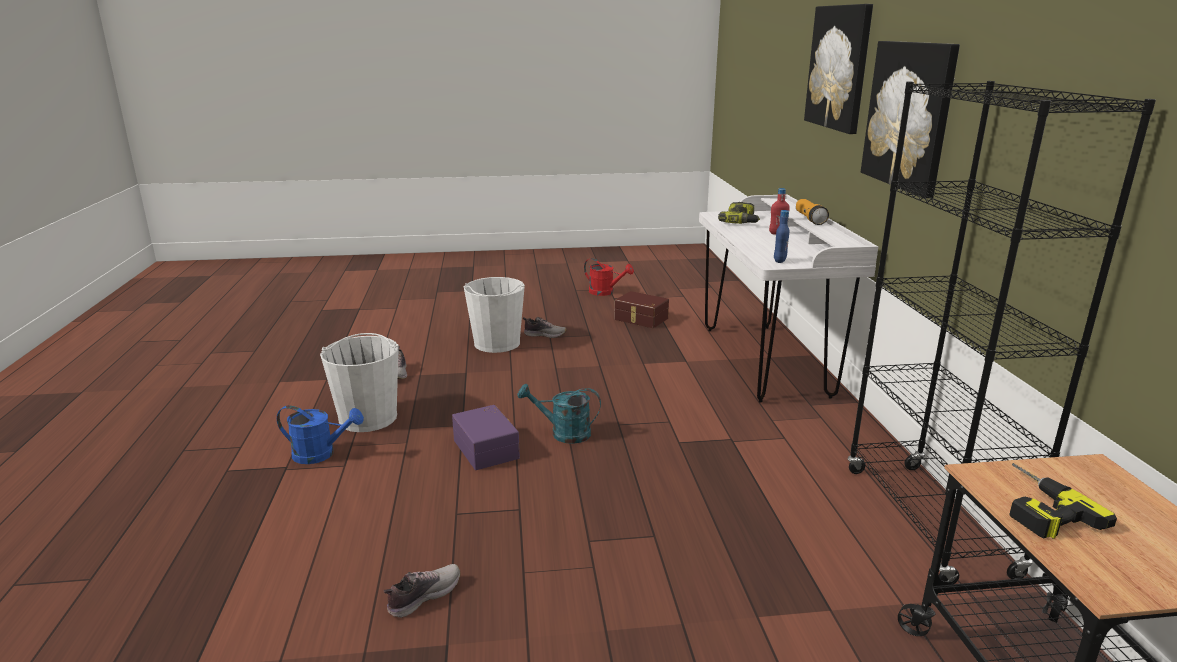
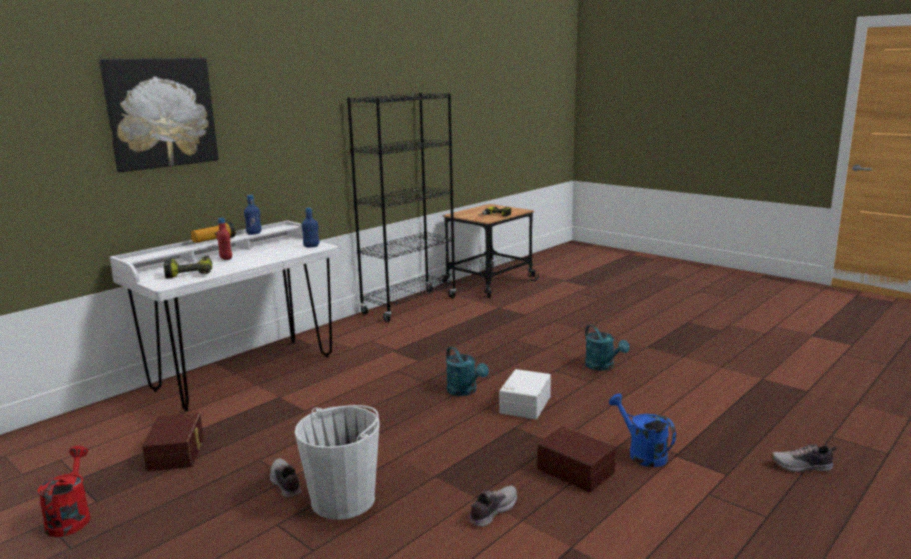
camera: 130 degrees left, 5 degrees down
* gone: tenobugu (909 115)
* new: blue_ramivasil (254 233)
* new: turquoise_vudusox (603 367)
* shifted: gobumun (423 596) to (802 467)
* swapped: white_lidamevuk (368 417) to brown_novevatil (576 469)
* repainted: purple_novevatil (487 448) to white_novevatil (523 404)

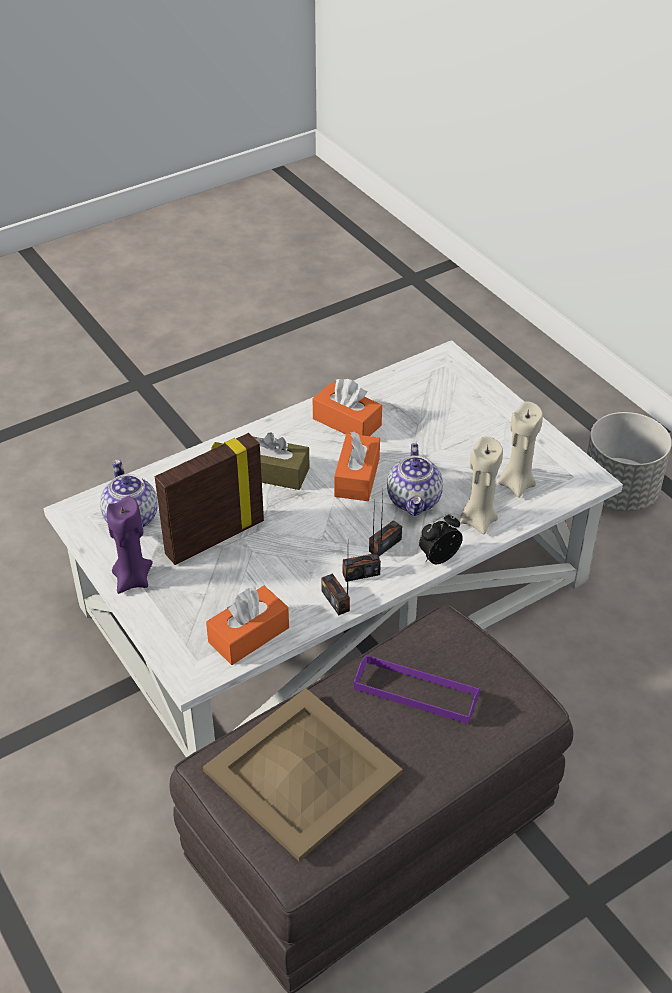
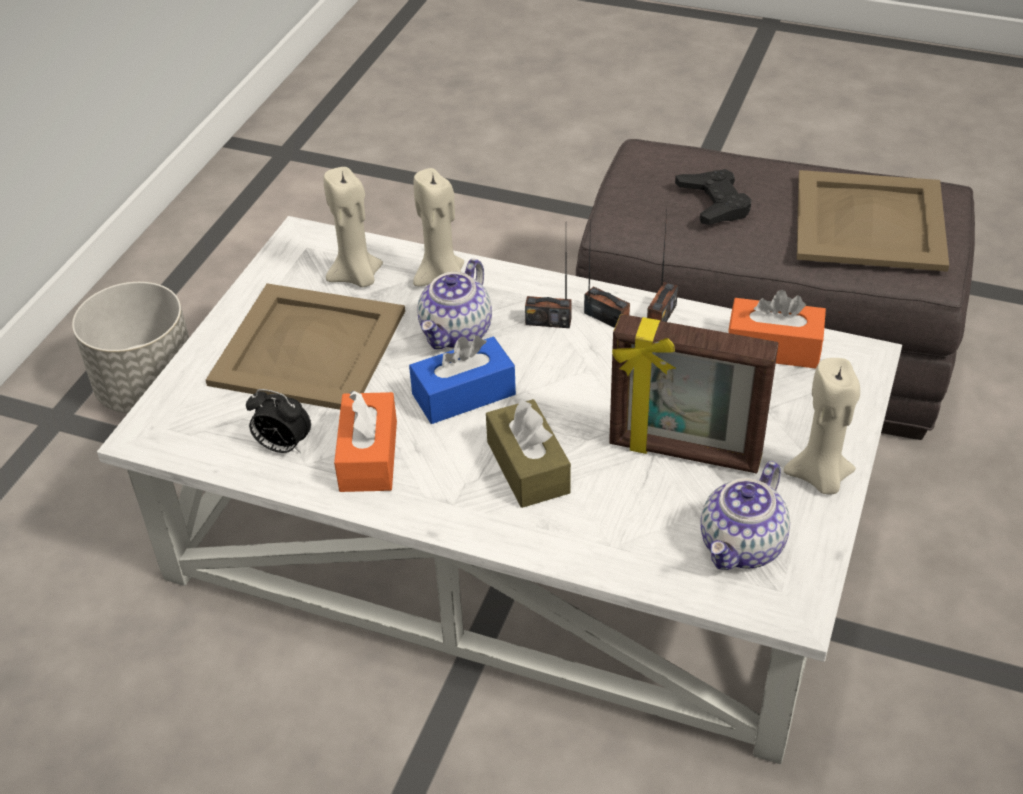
camera: 125 degrees left, 0 degrees up
* new: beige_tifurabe (307 346)
* shifted: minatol (438 557) to (282 447)
* swapped: purple_tifurabe (416 692) to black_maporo (714 203)
* repainted: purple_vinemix (132 579) to beige_vinemix (820 478)
* repainted: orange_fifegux (357 477) to blue_fifegux (463 394)
* rotated: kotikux (415 500) = (457 333) 150 degrees clockwise

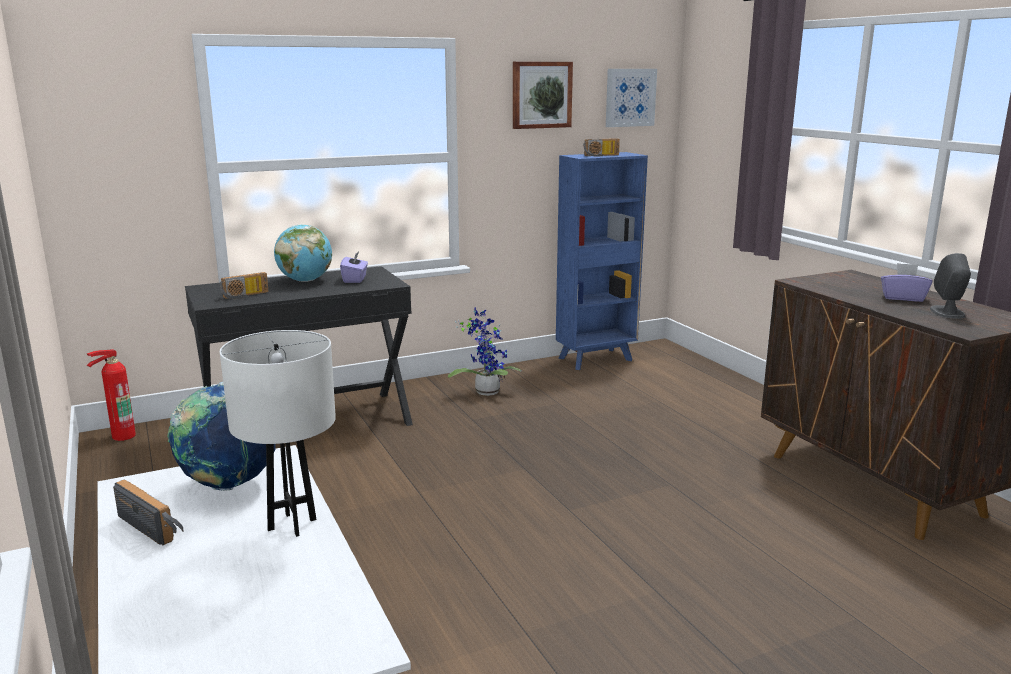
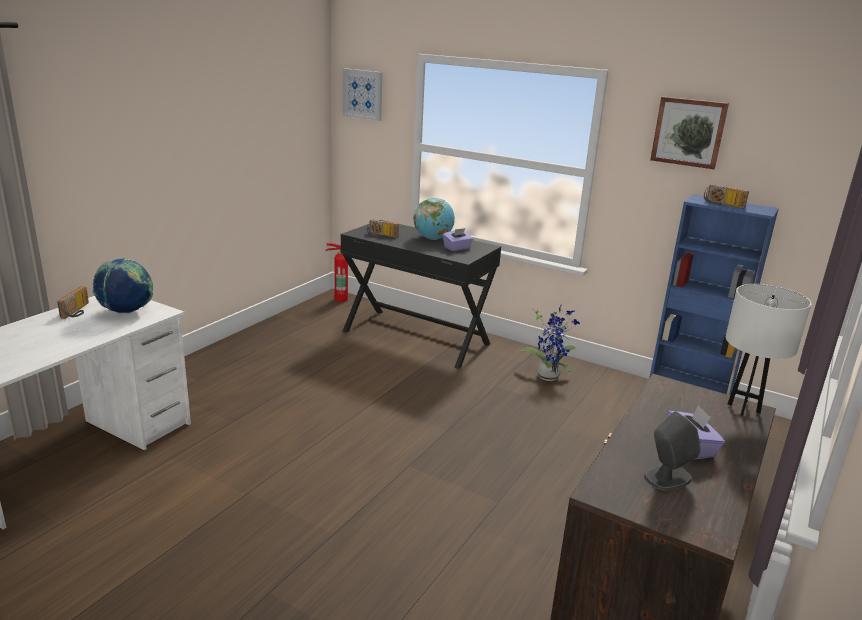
camera: 55 degrees right, 5 degrees up
* shifted: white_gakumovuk (292 525) to (743 408)
* shifted: tenobugu (630 97) to (363 94)

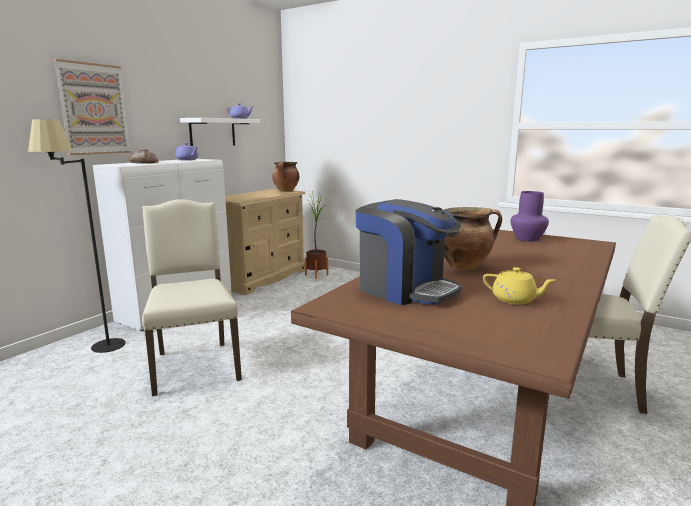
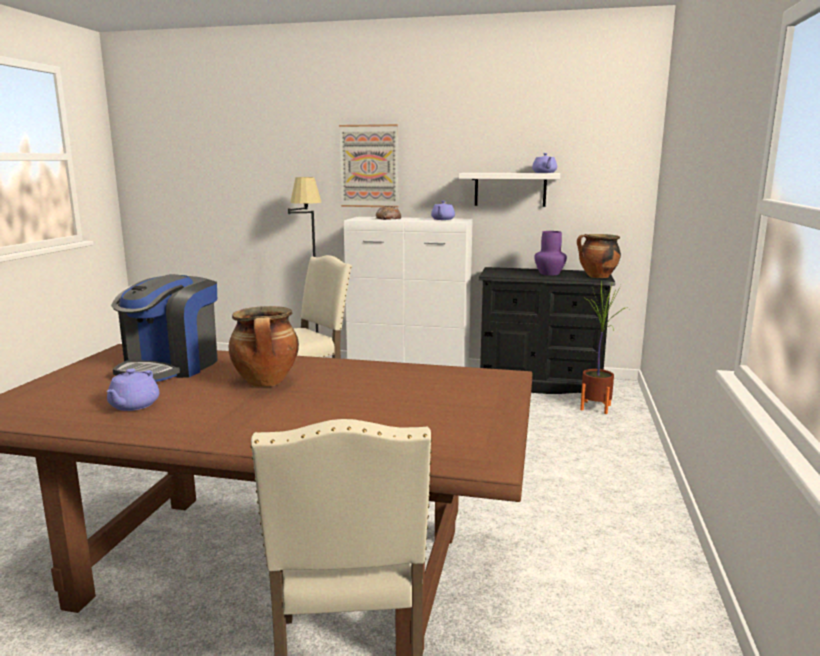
camera: 70 degrees right, 0 degrees up
* shifted: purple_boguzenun (527 239) to (550 273)
* repainted: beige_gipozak (262 278) to black_gipozak (540 384)
* repainted: yellow_kotikux (515 300) to purple_kotikux (133 405)

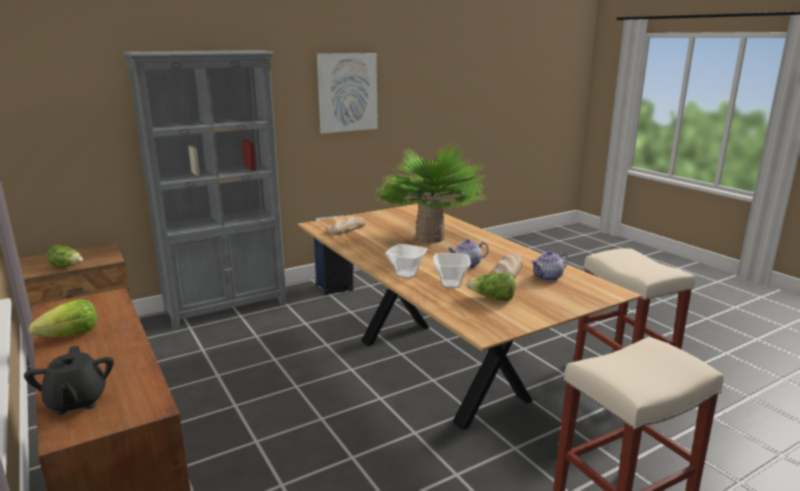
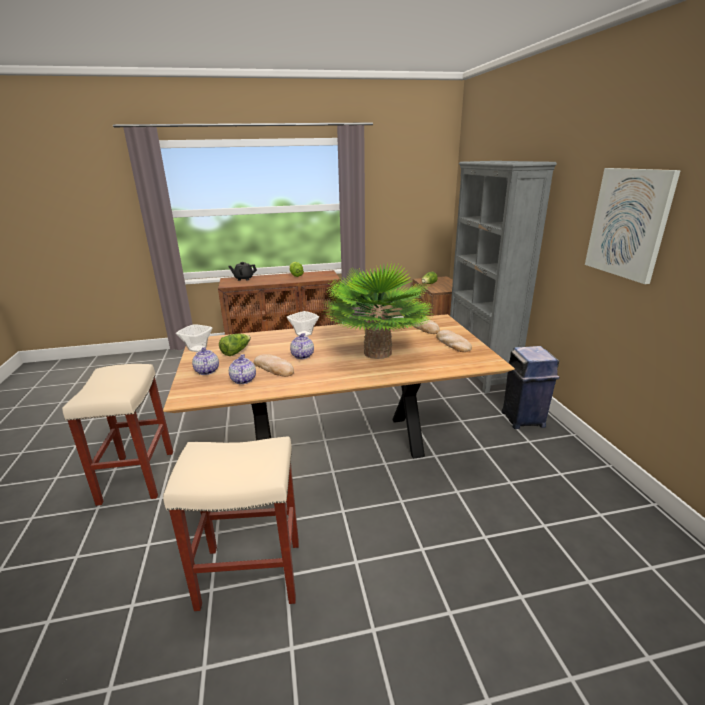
camera: 110 degrees right, 5 degrees up
* new: kotikux (206 371)
* new: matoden (452 343)
* shifted: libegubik (450 284) to (197 348)

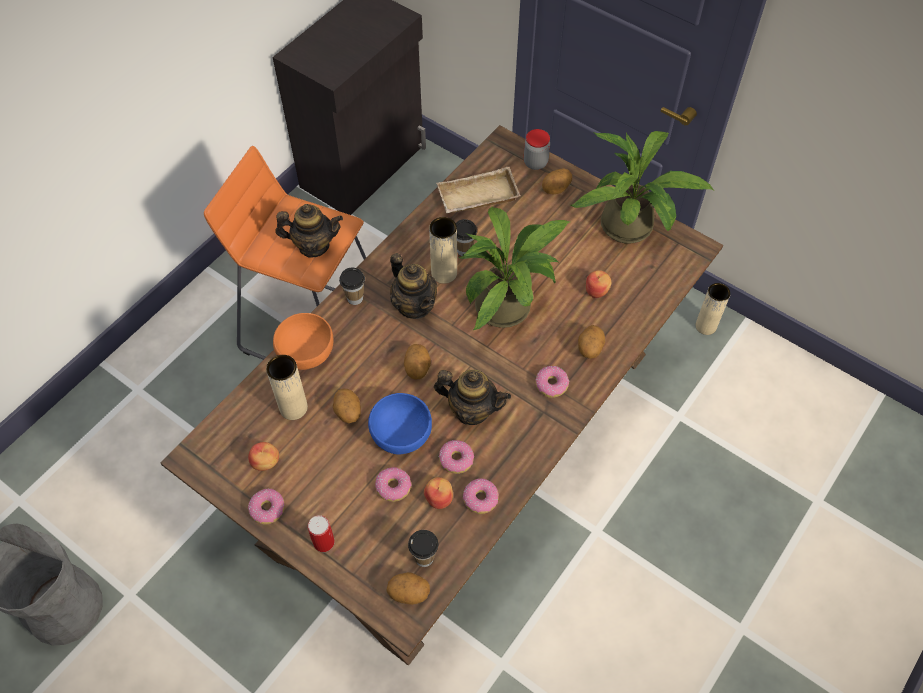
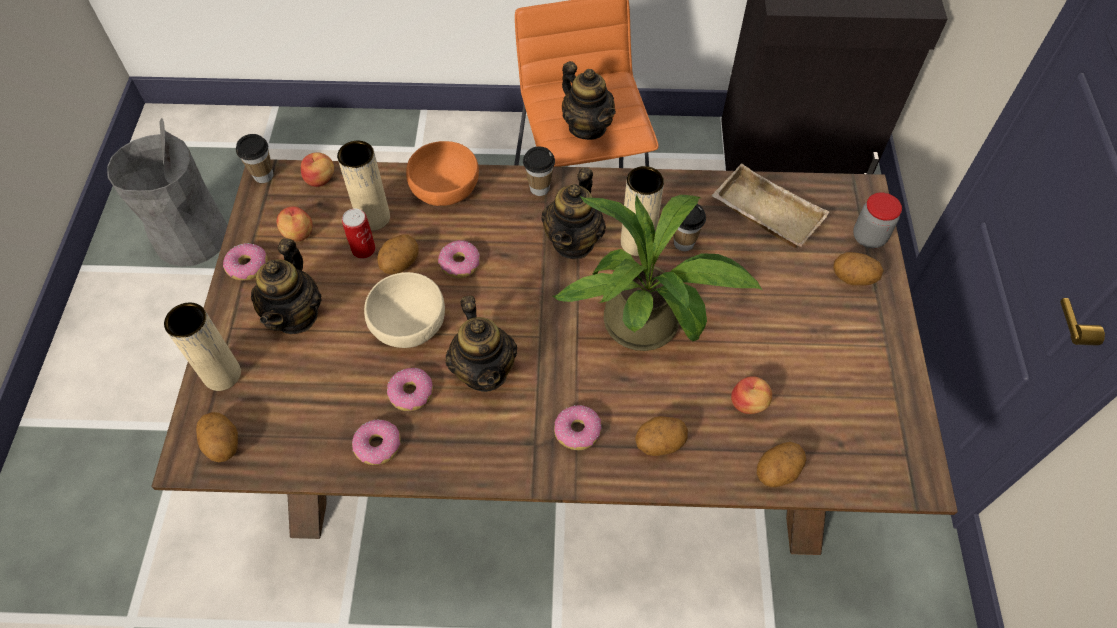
camera: 55 degrees right, 0 degrees up
* gone: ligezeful (632 229)
* new: kotikux (296 315)
* shifted: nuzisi (324 542) to (363 249)
* shifted: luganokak (393 487) to (460 264)
* shifted: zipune (417 368) to (777 472)
* shifted: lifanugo (424 558) to (263 175)
* shifted: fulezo (439 498) to (321 179)
* shifted: beige_boguzenun (705 326) to (222 374)
* repainted: blue_libegubik (400 432) to beige_libegubik (408 322)

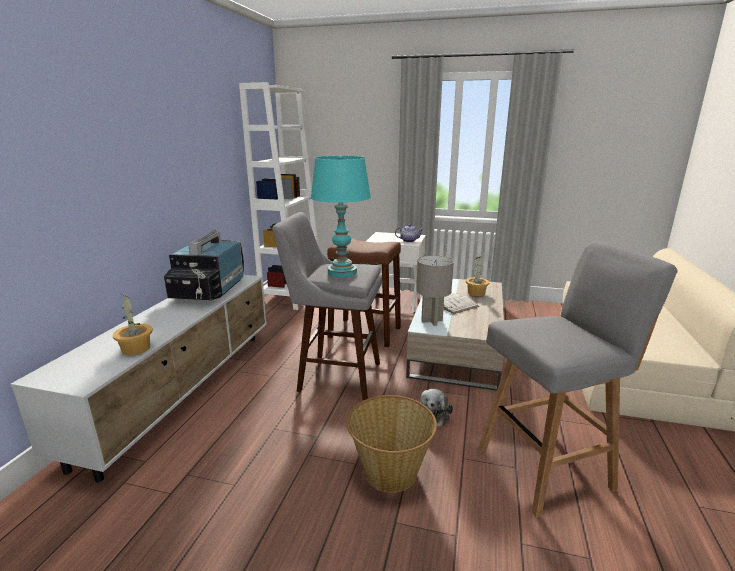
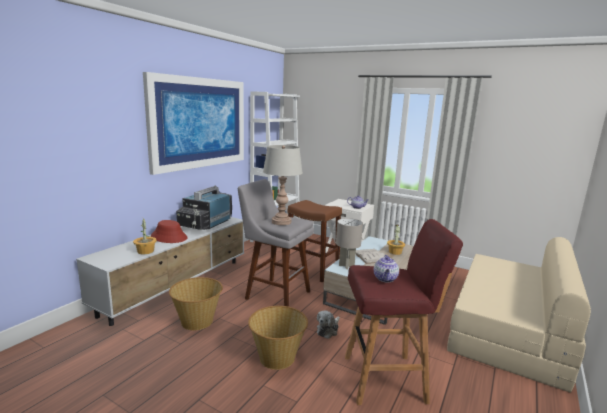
camera: 15 degrees right, 5 degrees down
* new: tenobugu (199 123)
* new: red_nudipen (169 237)
* new: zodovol (197 321)
* new: kotikux (385 279)
* repainted: turquoise_gakumovuk (342 272) to grey_gakumovuk (281 222)
* repainted: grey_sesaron (547 467) to red_sesaron (386 379)

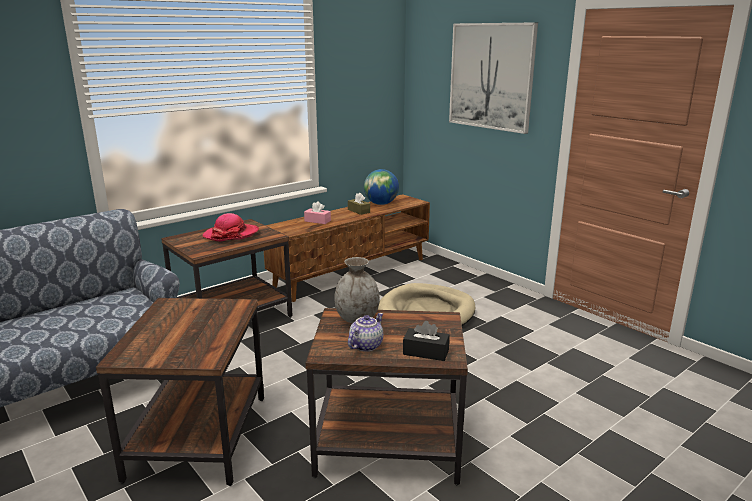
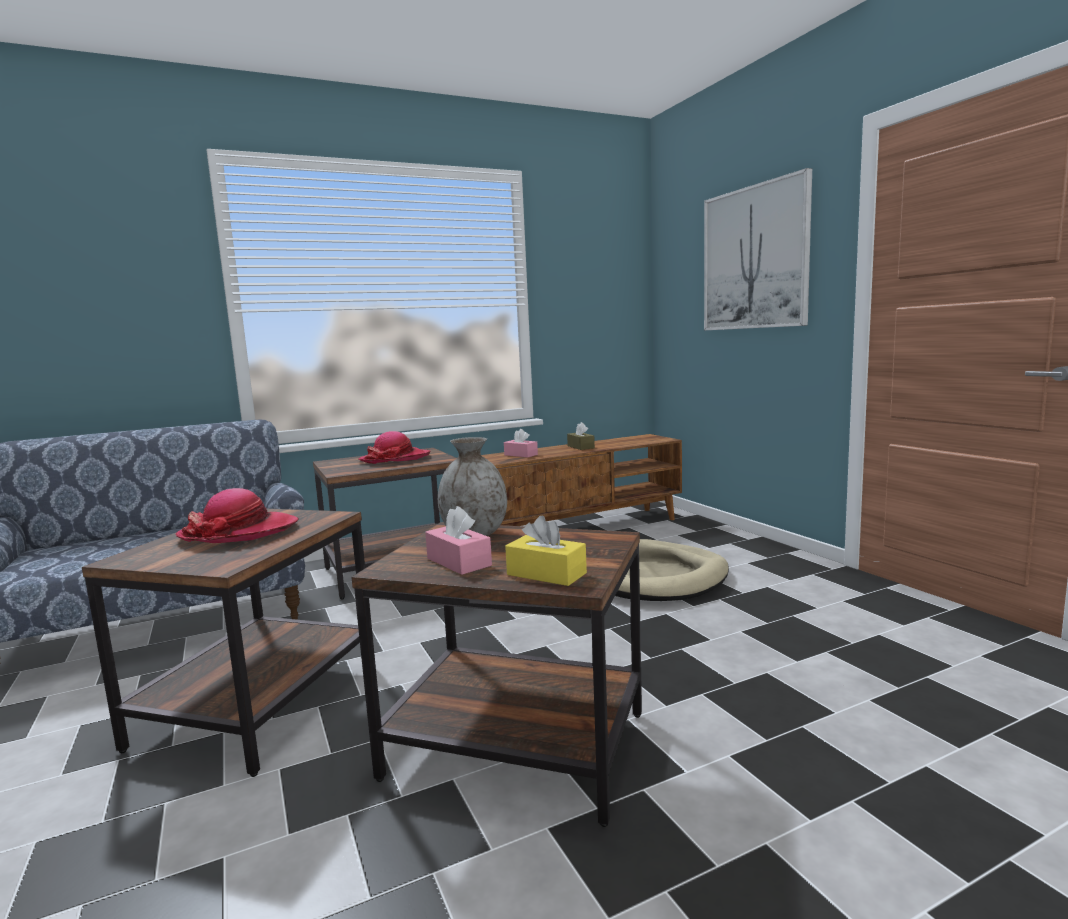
camera: 15 degrees right, 10 degrees down
* gone: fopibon (381 204)
* new: nudipen (239 532)
* swapped: kotikux (365 345) to pink_fifegux (459 562)
* repainted: black_fifegux (426 352) to yellow_fifegux (546 574)

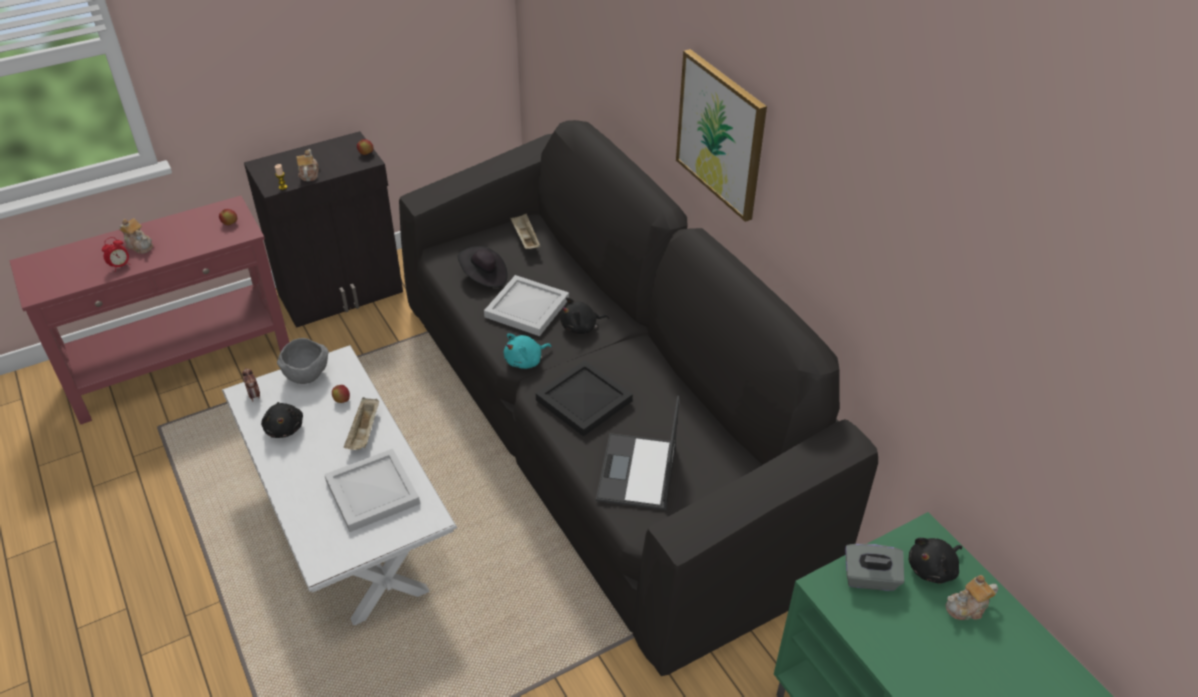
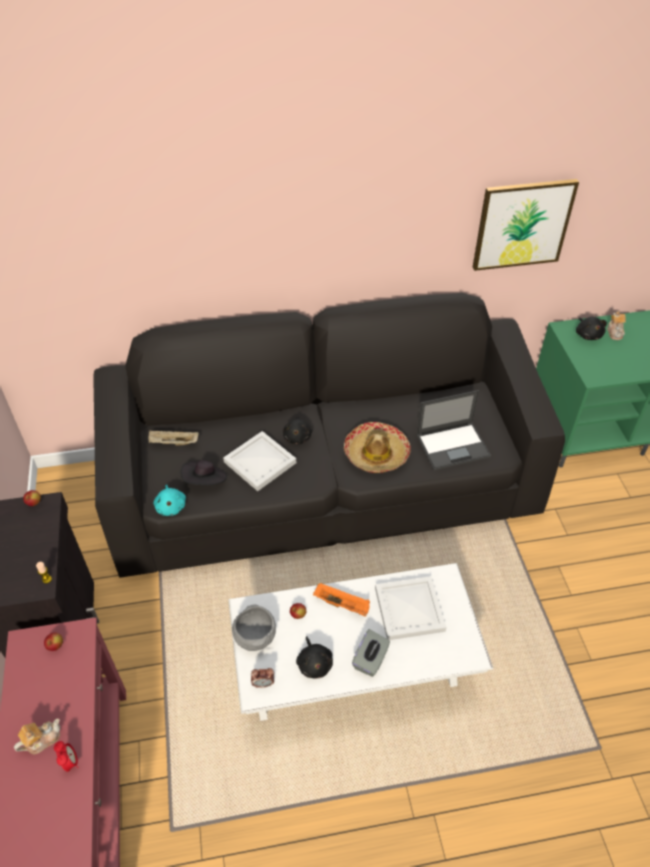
camera: 70 degrees left, 5 degrees up
* gone: kotikux (309 174)
* shifted: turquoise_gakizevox (525 361) to (171 506)
* shifted: tenobugu (721 134) to (522 224)
* shifted: grey_fifegux (870 578) to (370 660)
* swapped: black_tifurabe (585 400) to nudipen (376 454)
* repainted: beige_tifurabe (364 432) to orange_tifurabe (342 604)
* rotated: black_gakizevox (284 428) = (314 663) 75 degrees clockwise
* rotated: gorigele (637 473) = (453 445) 45 degrees counterclockwise

